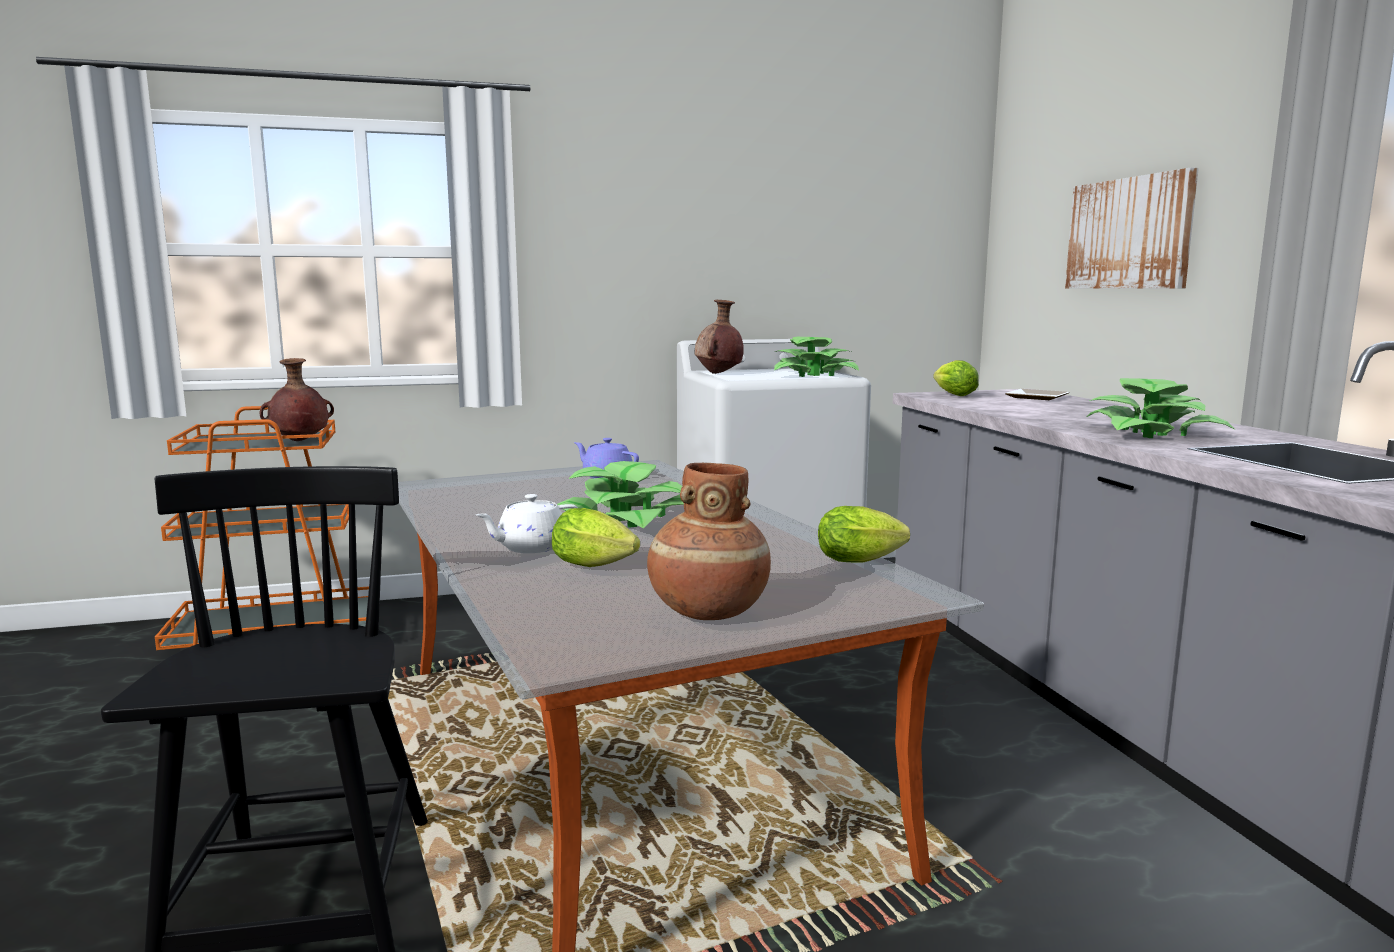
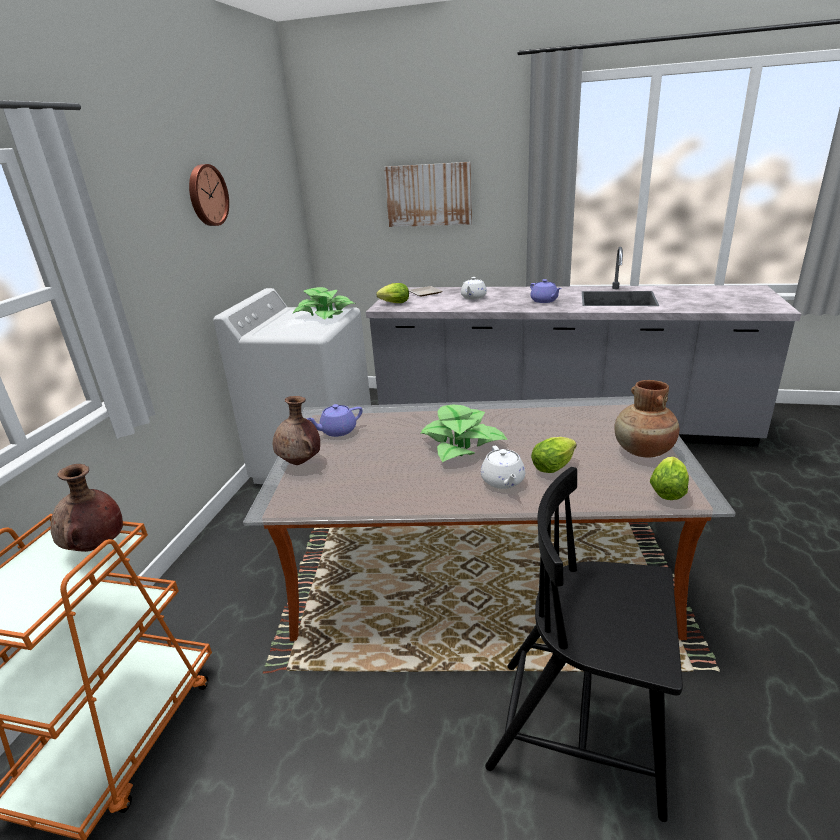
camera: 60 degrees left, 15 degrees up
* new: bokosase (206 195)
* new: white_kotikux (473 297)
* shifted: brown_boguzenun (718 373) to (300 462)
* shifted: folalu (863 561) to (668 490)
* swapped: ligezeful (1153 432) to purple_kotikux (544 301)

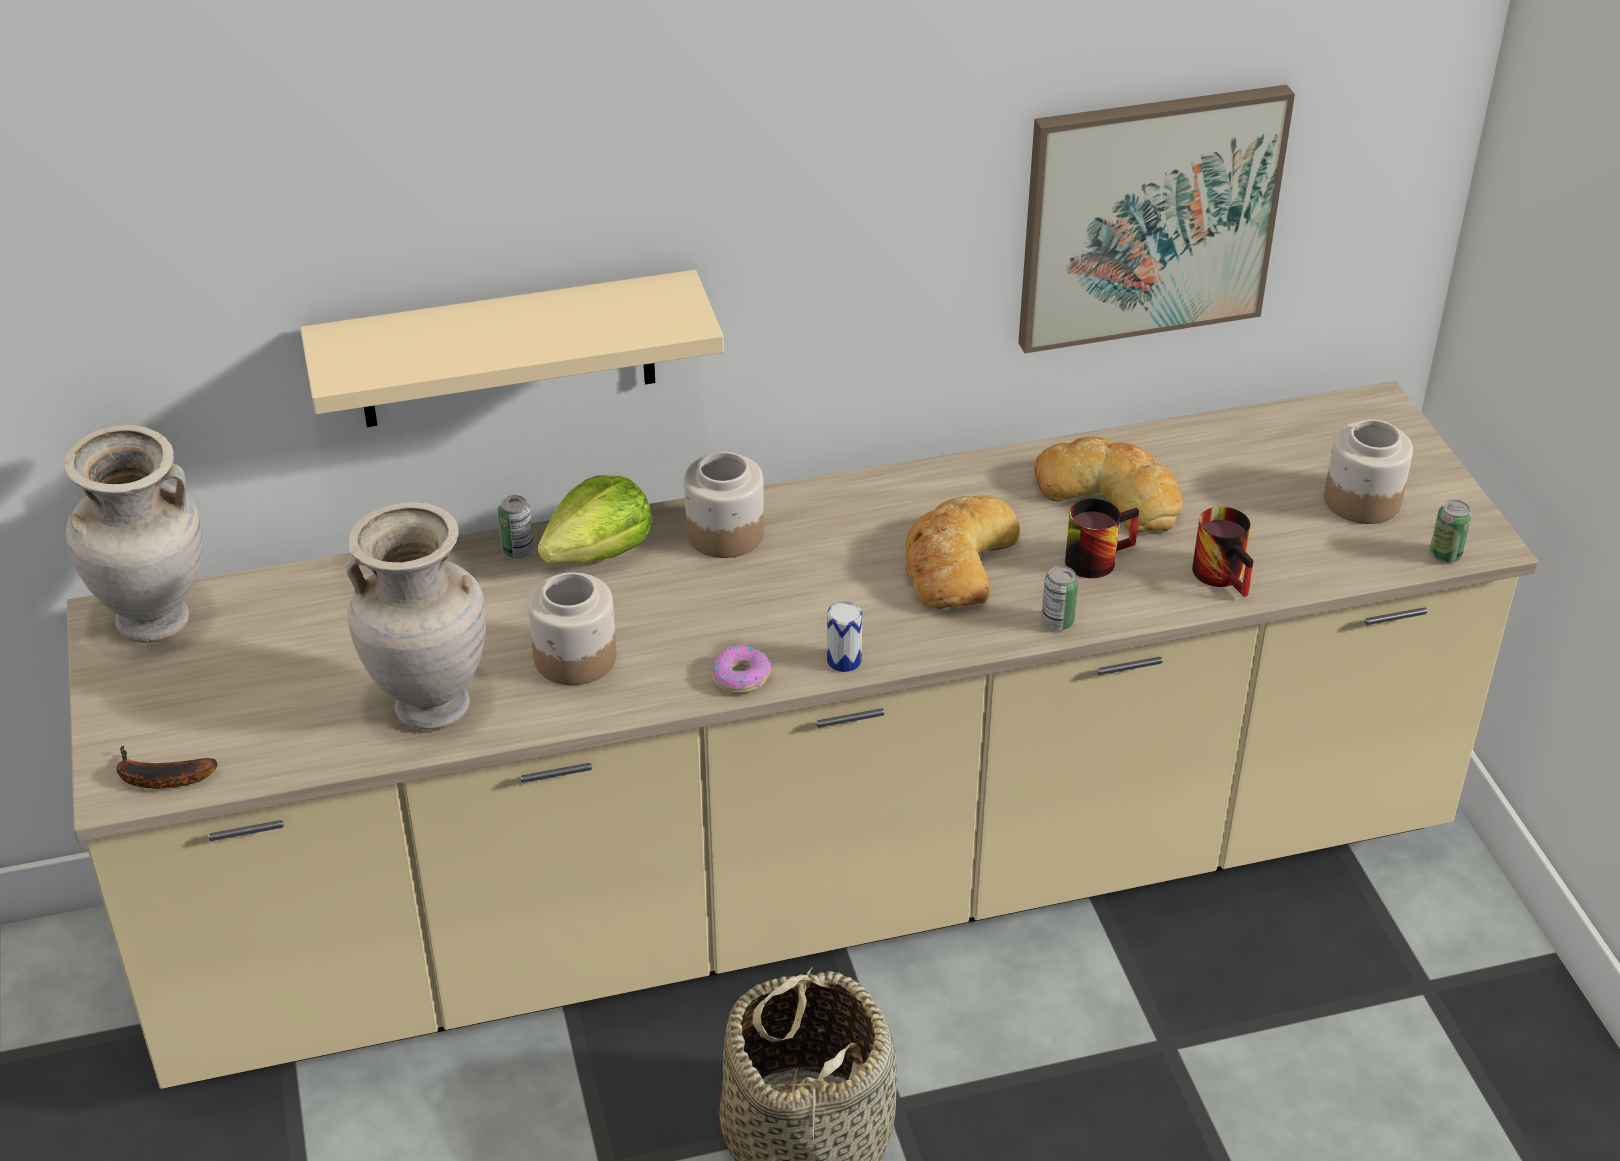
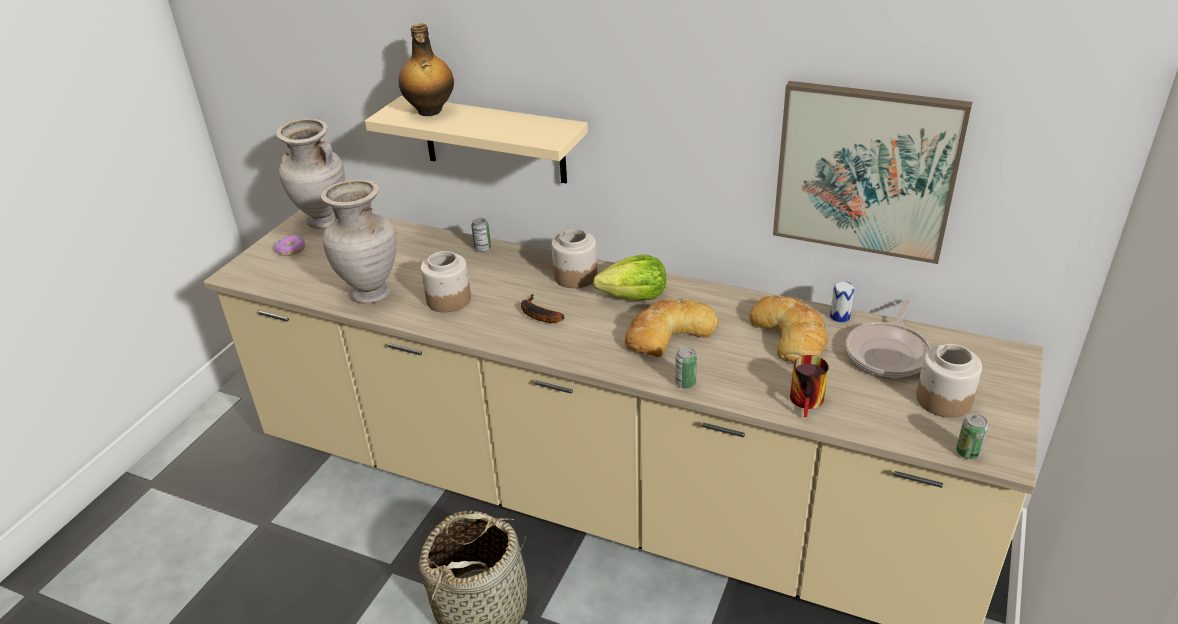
camera: 40 degrees right, 5 degrees down
* gone: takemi (1095 556)
* new: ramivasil (430 111)
* new: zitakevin (888 353)
* shifted: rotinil (158 778) to (537 314)
* shifted: folalu (600 551) to (634 296)
* shifted: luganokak (740 676) to (291 250)
* shifted: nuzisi (844 660) to (839 316)

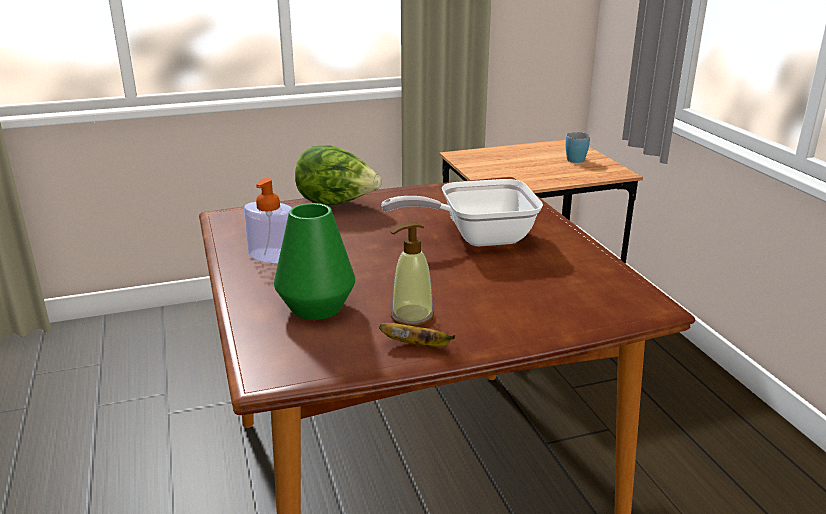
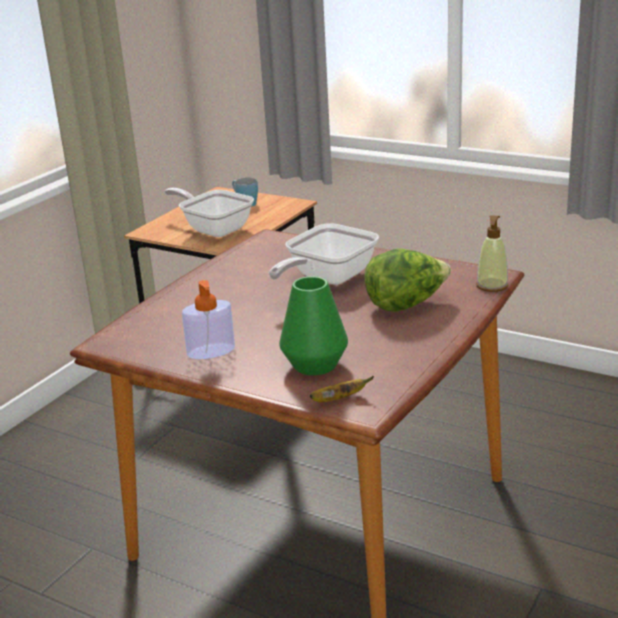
camera: 40 degrees left, 0 degrees up
* new: zitakevin (214 229)
* shifted: folalu (337 204) to (406 305)
* shifted: rotinil (418 346) to (339 399)
* shifted: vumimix (411 316) to (492 286)

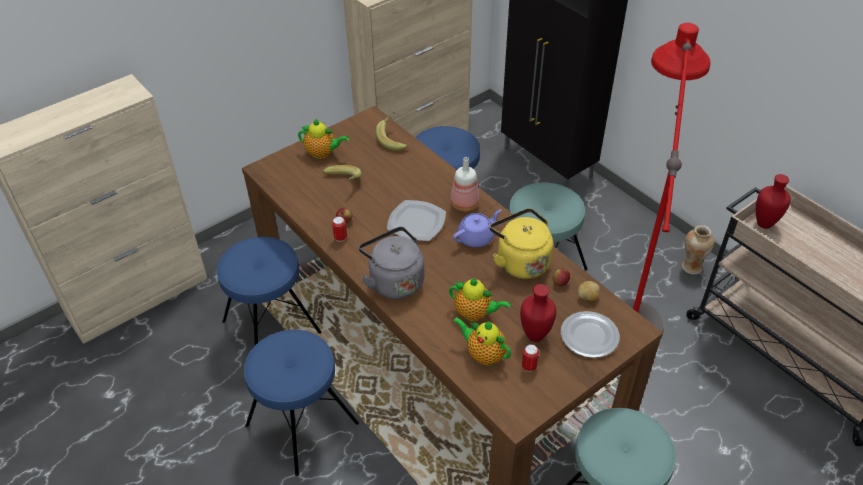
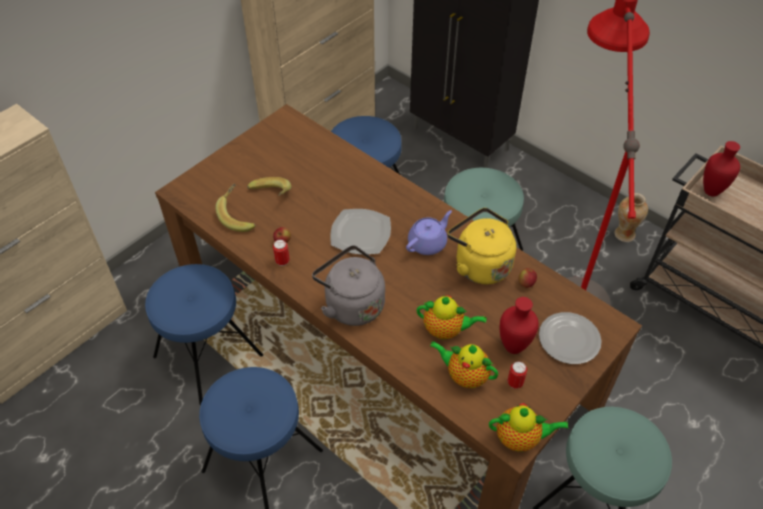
camera: 10 degrees left, 5 degrees up
* gone: ramivasil (463 204)
* gone: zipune (587 297)
* shifted: kotikux (323 153) to (520 438)
* shifted: rotinil (394 139) to (239 216)

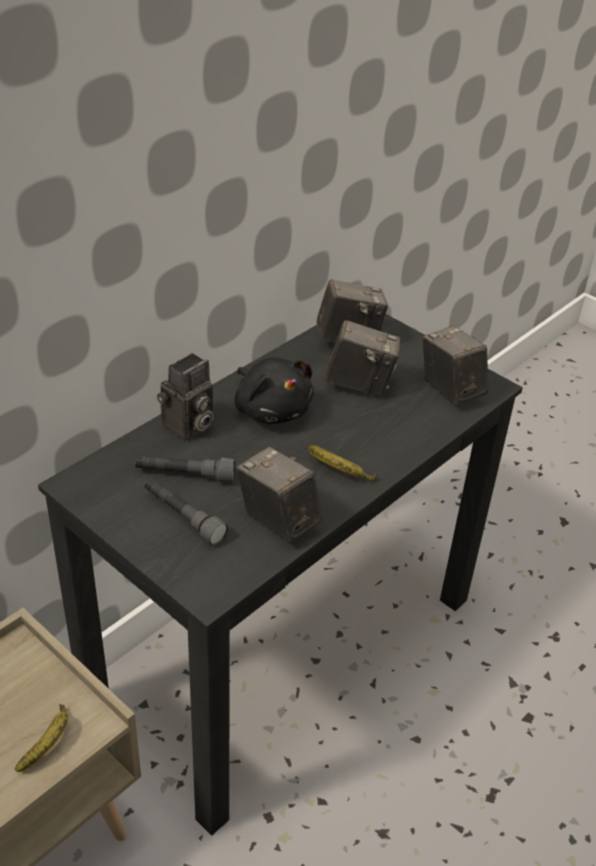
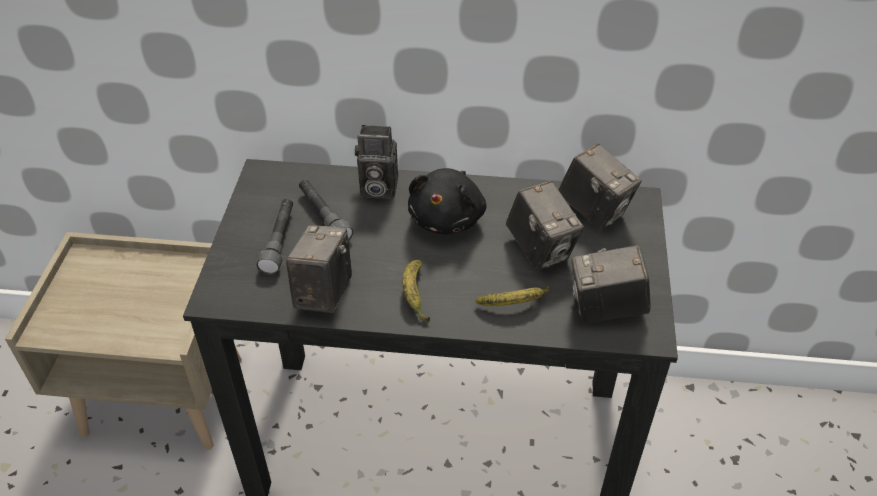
camera: 55 degrees right, 5 degrees up
* shifted: rotinil (48 743) to (515 304)
* rotated: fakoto (450 390) = (606 309) 120 degrees counterclockwise

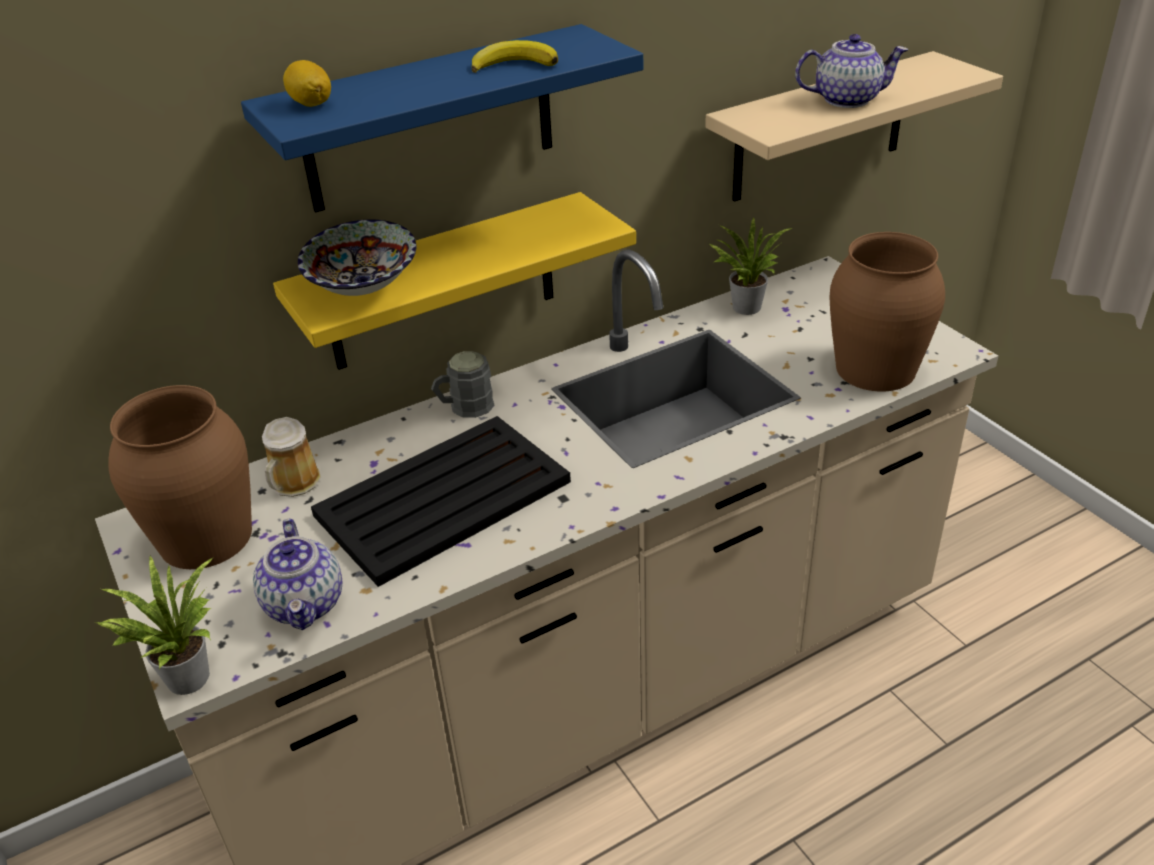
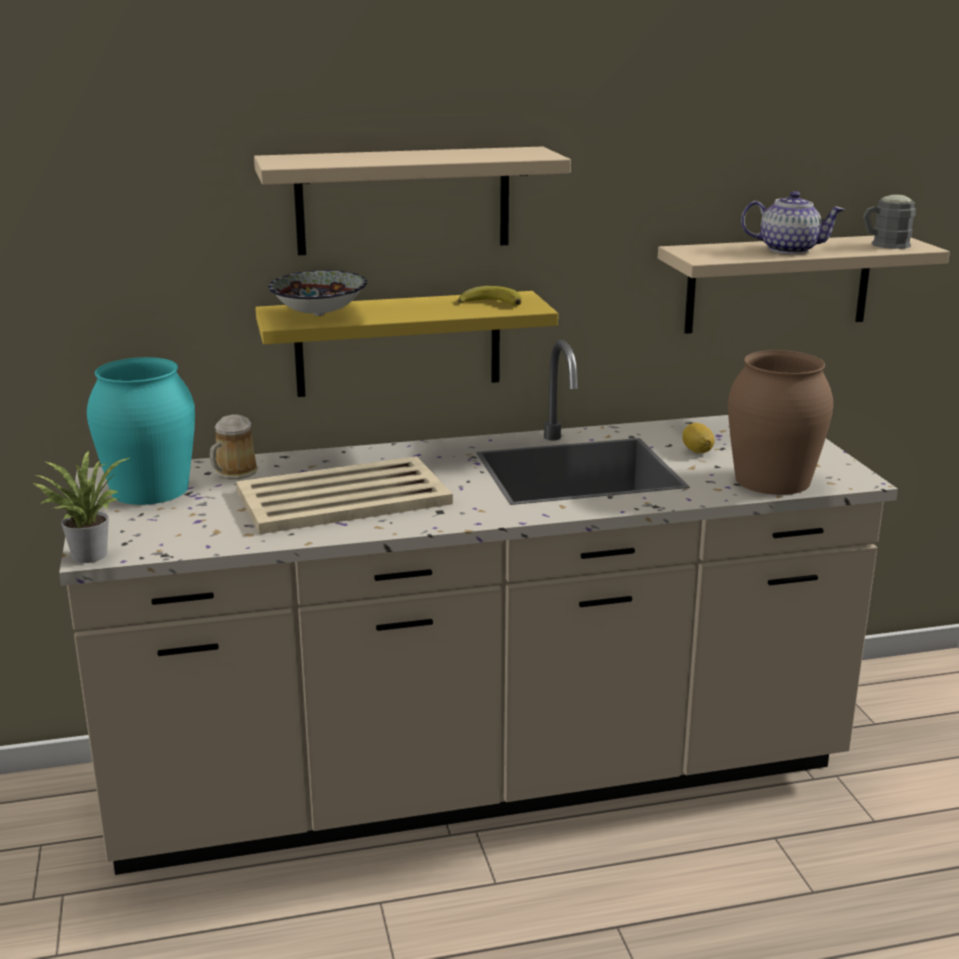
camera: 15 degrees right, 15 degrees down
* gone: kotikux (306 604)
* gone: ligezeful (744 305)
* shifted: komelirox (311 104) to (697 451)
* shifted: grey_takemi (464 407) to (884 245)
* shifted: rotinil (514 64) to (491 302)
* repainted: brown_boguzenun (207 536) to turquoise_boguzenun (151 489)
* repainted: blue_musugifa (430 120) to beige_musugifa (403 200)
* repainted: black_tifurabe (445 498) to beige_tifurabe (345 497)

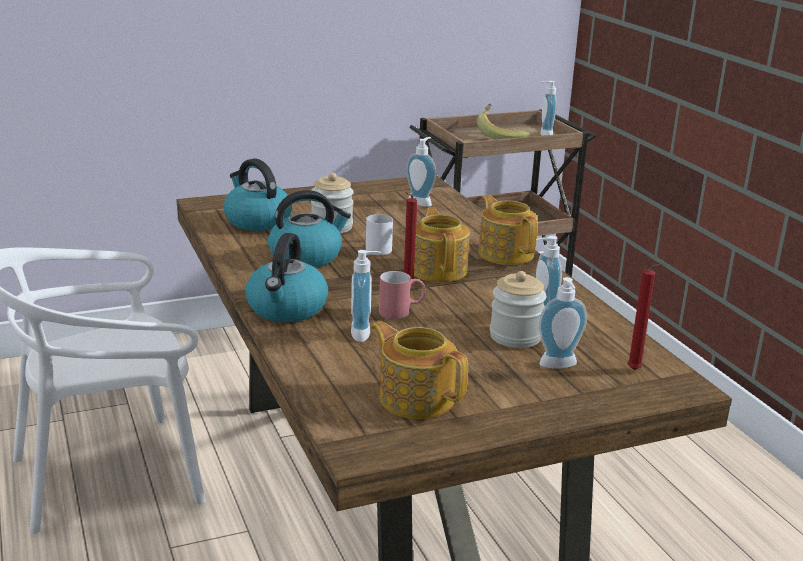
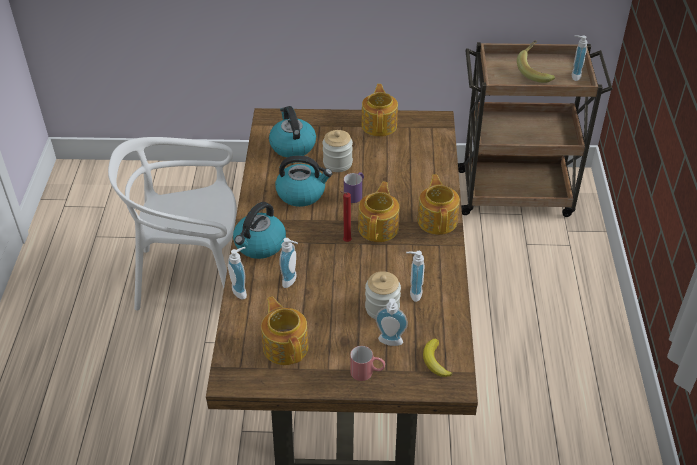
camera: 25 degrees right, 20 degrees up
* new: kotikux (379 125)
* shifted: red_takemi (401 311) to (367 372)
* shifted: vumimix (421 202) to (241 290)
* swapped: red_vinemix (636 371) to rotinil (435 361)
* repainted: white_takemi (379 247) to purple_takemi (355 194)

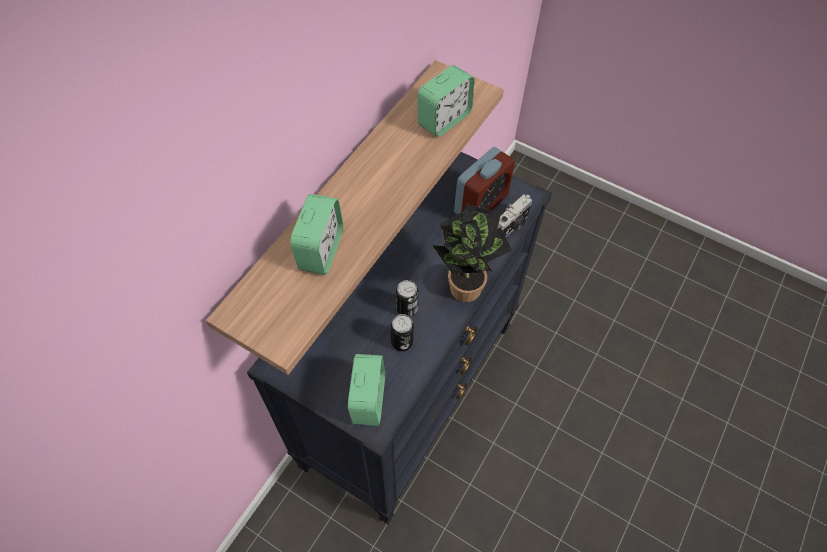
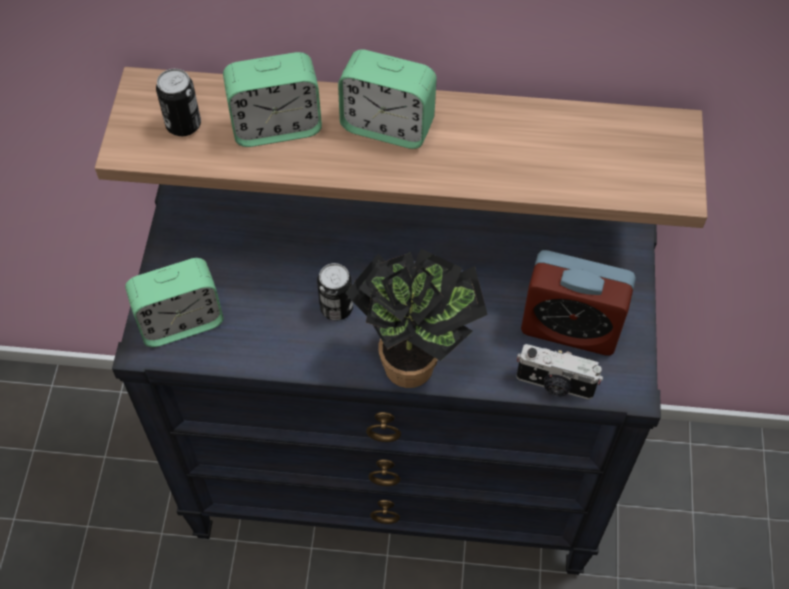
camera: 65 degrees right, 0 degrees up
* shifted: nuzisi (402 342) to (183 124)
* shifted: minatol (444 119) to (387 126)

